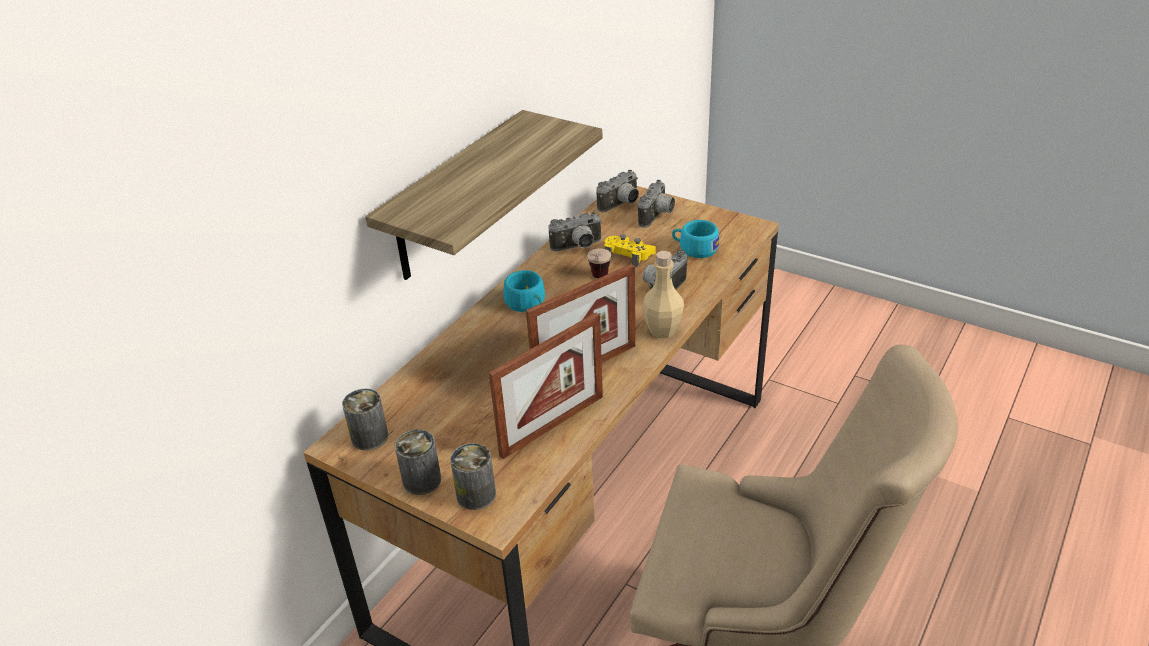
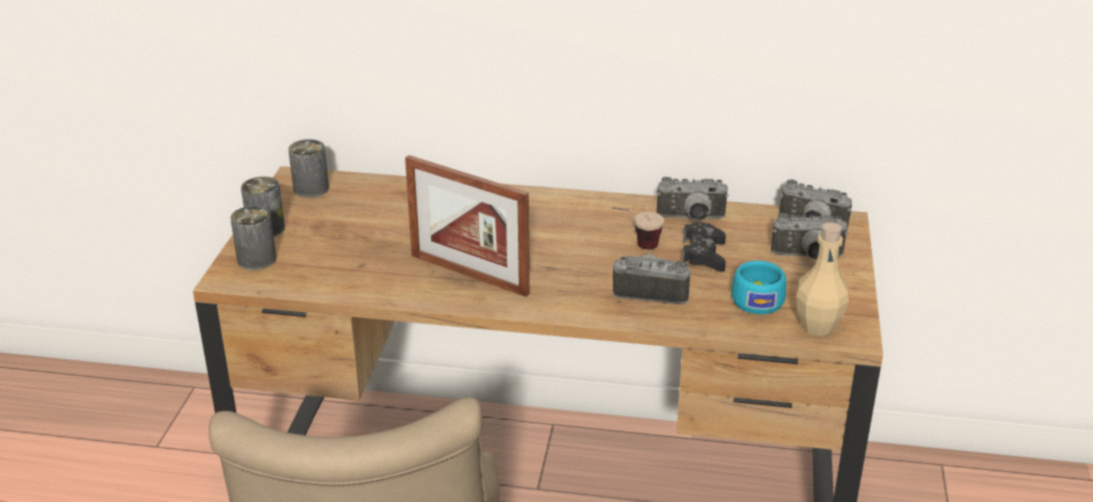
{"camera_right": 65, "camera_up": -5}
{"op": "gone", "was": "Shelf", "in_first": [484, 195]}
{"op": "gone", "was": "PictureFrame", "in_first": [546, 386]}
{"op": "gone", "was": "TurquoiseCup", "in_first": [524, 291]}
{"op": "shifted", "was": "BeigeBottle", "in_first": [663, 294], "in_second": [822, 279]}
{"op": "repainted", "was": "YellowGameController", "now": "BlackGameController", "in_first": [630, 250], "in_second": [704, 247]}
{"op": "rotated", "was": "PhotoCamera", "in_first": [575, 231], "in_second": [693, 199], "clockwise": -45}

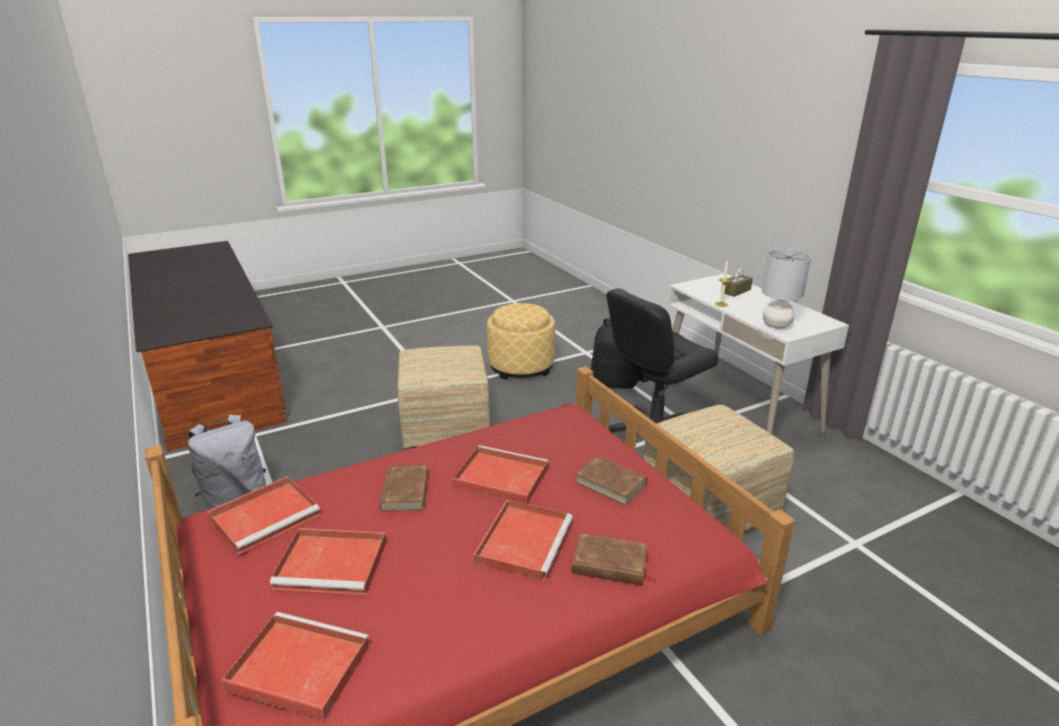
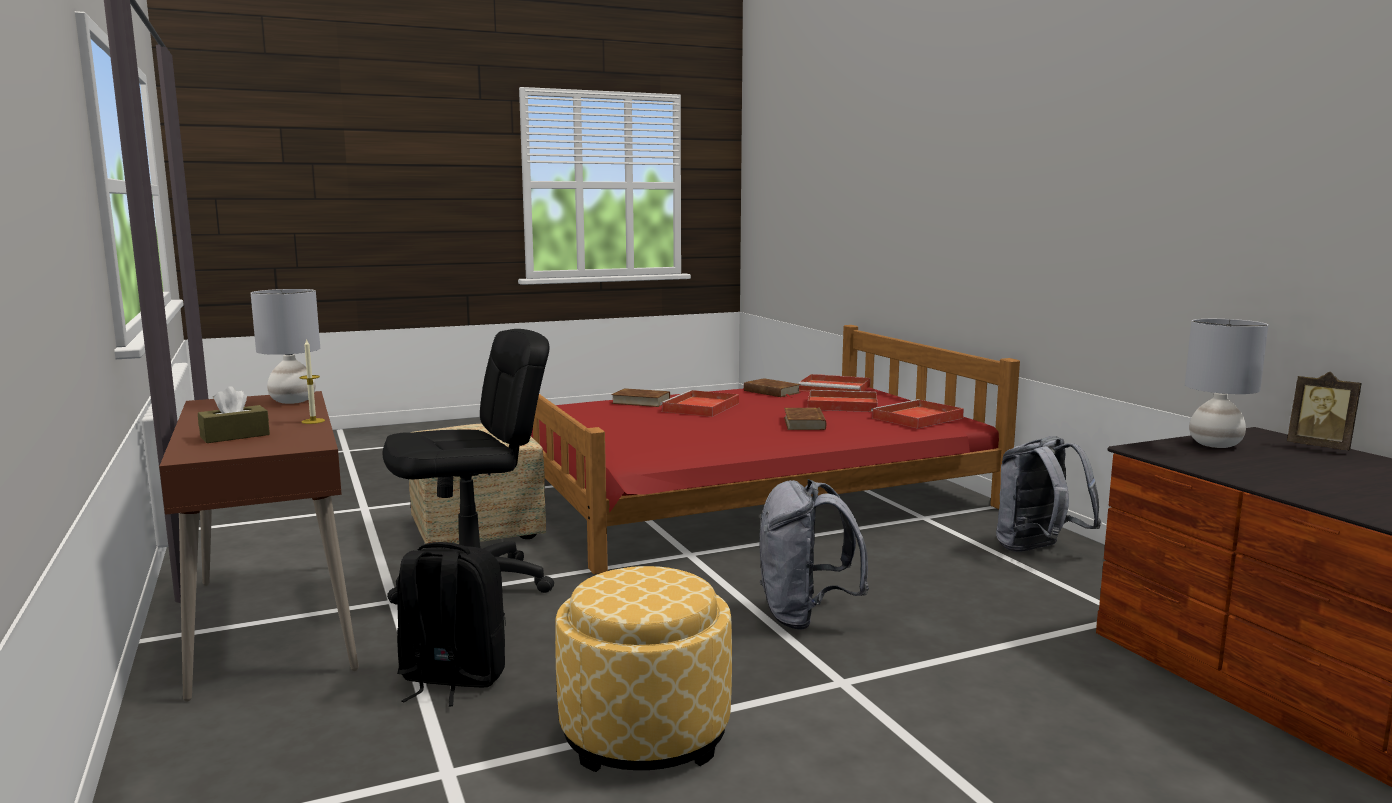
{"camera_right": -175, "camera_up": -15}
{"op": "gone", "was": "RedTray", "in_first": [501, 474]}
{"op": "new", "now": "GreyTableLamp", "in_second": [1226, 383]}
{"op": "new", "now": "PictureFrame", "in_second": [1324, 411]}
{"op": "shifted", "was": "BrownBook", "in_first": [611, 481], "in_second": [772, 388]}
{"op": "swapped", "was": "Ottoman", "now": "GreyBackpack", "in_first": [444, 396], "in_second": [814, 554]}
{"op": "repainted", "was": "WhiteDesk", "now": "BrownDesk", "in_first": [758, 354], "in_second": [259, 546]}

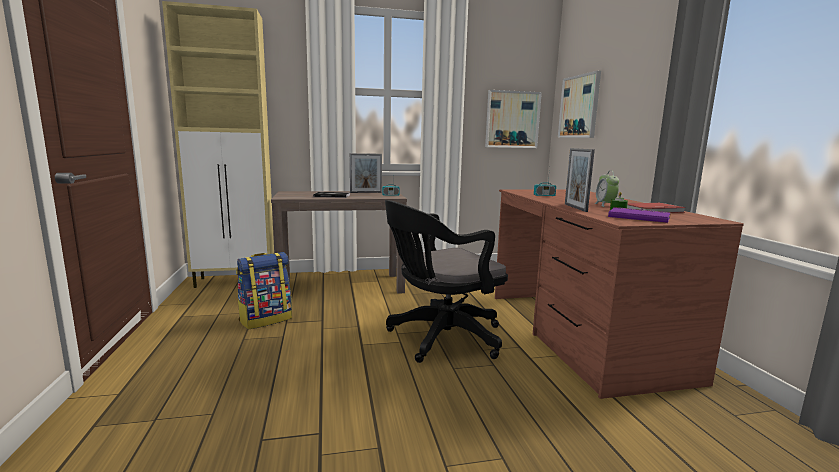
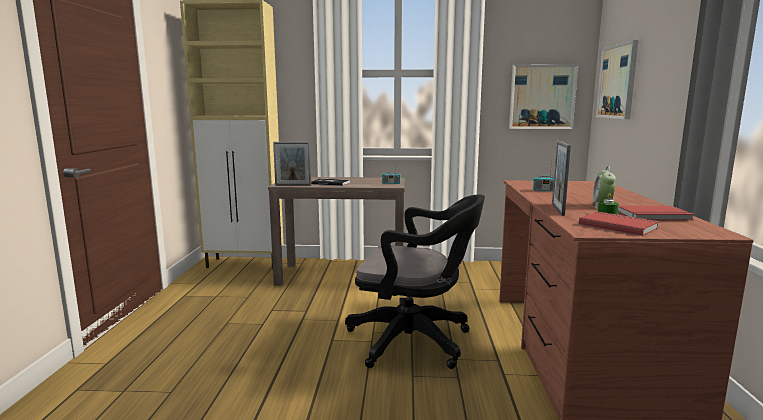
{"camera_right": 15, "camera_up": 0}
{"op": "gone", "was": "Backpack", "in_first": [264, 291]}
{"op": "shifted", "was": "PictureFrame", "in_first": [366, 173], "in_second": [292, 164]}
{"op": "repainted", "was": "PurpleBook", "now": "RedBook", "in_first": [639, 215], "in_second": [619, 223]}
{"op": "rotated", "was": "BlackOfficeChair", "in_first": [446, 281], "in_second": [415, 281], "clockwise": -150}

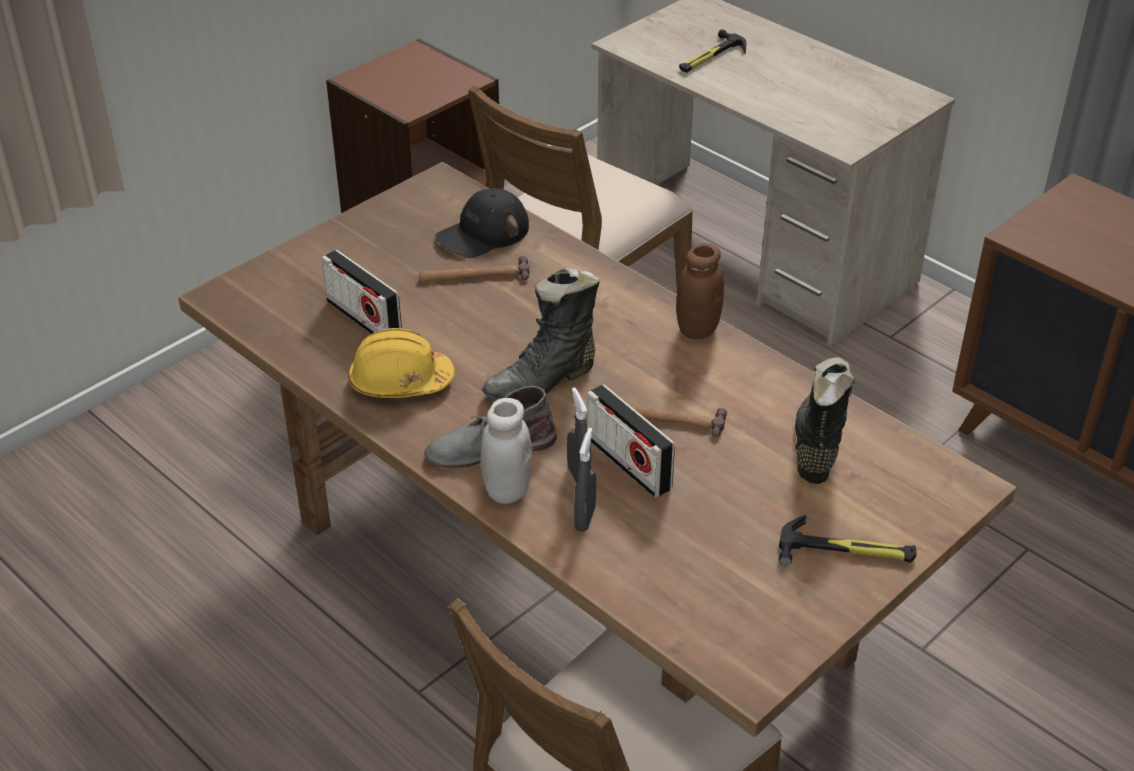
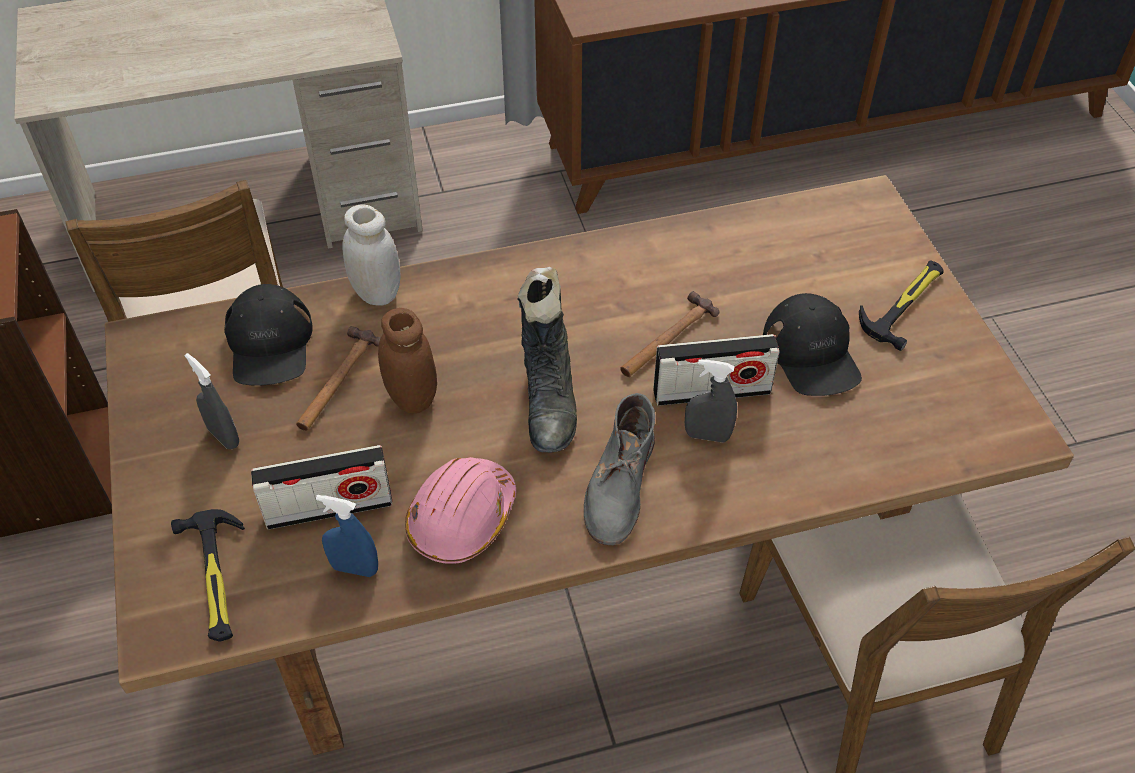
{"camera_right": -60, "camera_up": 10}
{"op": "gone", "was": "BlackBoot", "in_first": [825, 420]}
{"op": "new", "now": "BlueSprayBottle", "in_second": [347, 536]}
{"op": "new", "now": "BlackCap", "in_second": [812, 344]}
{"op": "shifted", "was": "WhiteJar", "in_first": [506, 451], "in_second": [371, 255]}
{"op": "shifted", "was": "GreySprayBottle", "in_first": [585, 480], "in_second": [212, 401]}
{"op": "shifted", "was": "BrownJar", "in_first": [700, 291], "in_second": [407, 361]}
{"op": "shifted", "was": "Hammer", "in_first": [712, 51], "in_second": [208, 575]}
{"op": "repainted", "was": "YellowHardHat", "now": "PinkHardHat", "in_first": [401, 363], "in_second": [460, 510]}

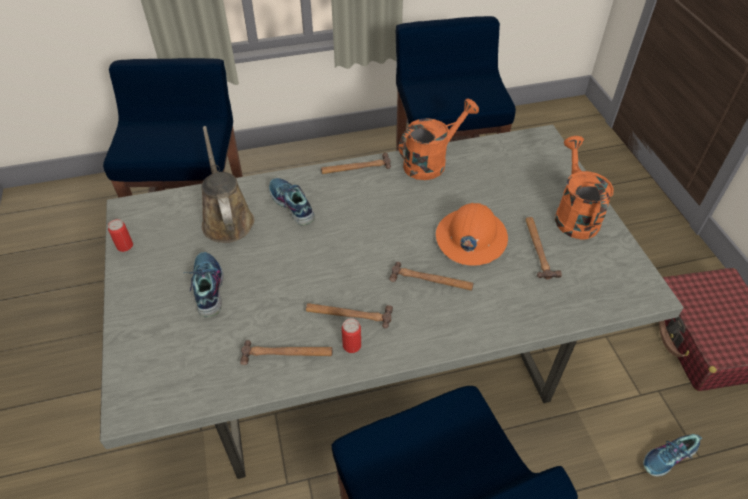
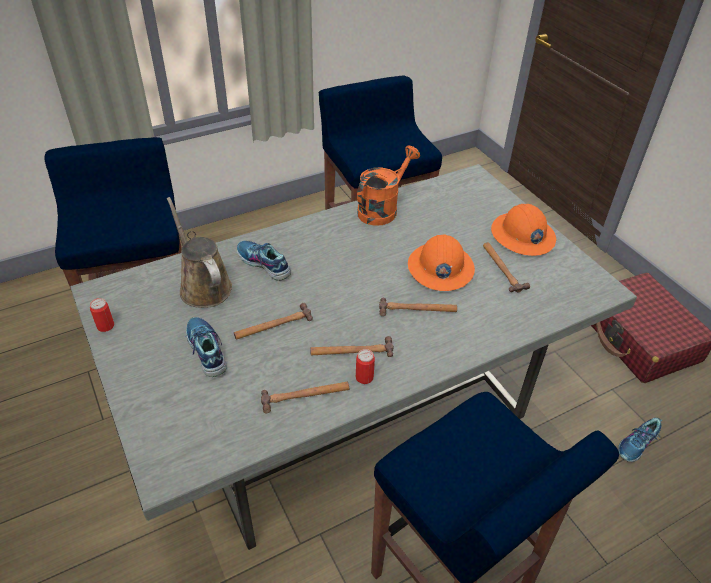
{"camera_right": -15, "camera_up": -5}
{"op": "shifted", "was": "Hammer", "in_first": [356, 163], "in_second": [273, 321]}
{"op": "swapped", "was": "OrangeWateringCan", "now": "OrangeHardHat", "in_first": [584, 187], "in_second": [523, 230]}

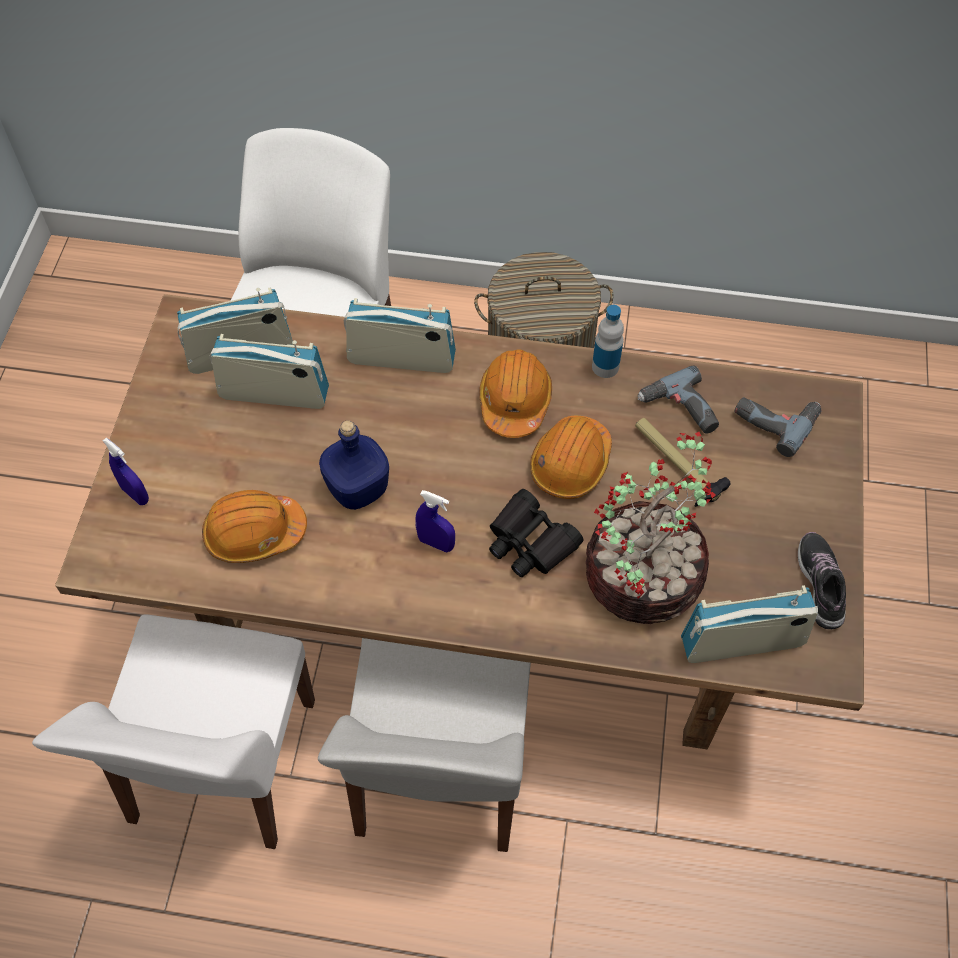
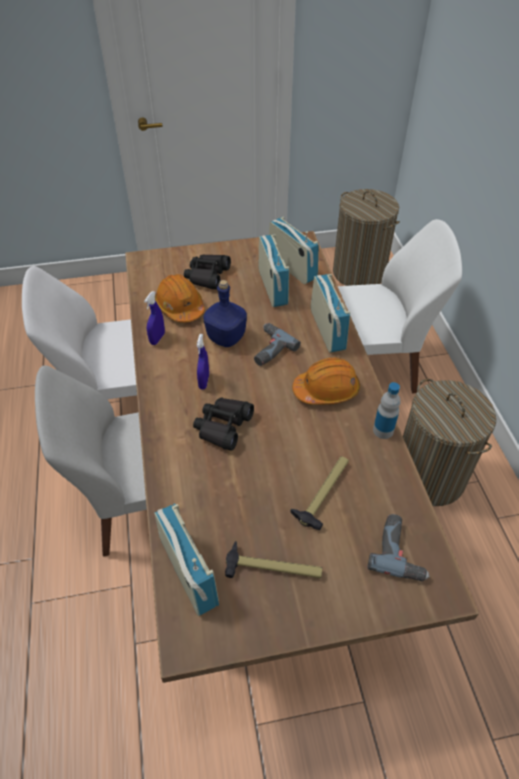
{"camera_right": 70, "camera_up": -10}
{"op": "gone", "was": "OrangeHardHat", "in_first": [571, 457]}
{"op": "gone", "was": "PottedPlant", "in_first": [651, 528]}
{"op": "gone", "was": "Shoe", "in_first": [822, 580]}
{"op": "new", "now": "BlackBinoculars", "in_second": [207, 271]}
{"op": "new", "now": "Hammer", "in_second": [273, 559]}
{"op": "new", "now": "LaundryBasket", "in_second": [366, 237]}
{"op": "shifted", "was": "BlueSprayBottle", "in_first": [126, 471], "in_second": [154, 318]}
{"op": "shifted", "was": "PowerDrill", "in_first": [678, 399], "in_second": [277, 344]}

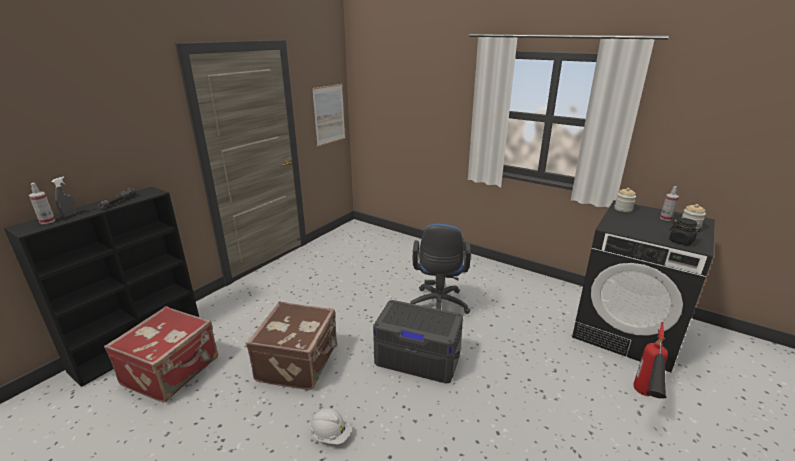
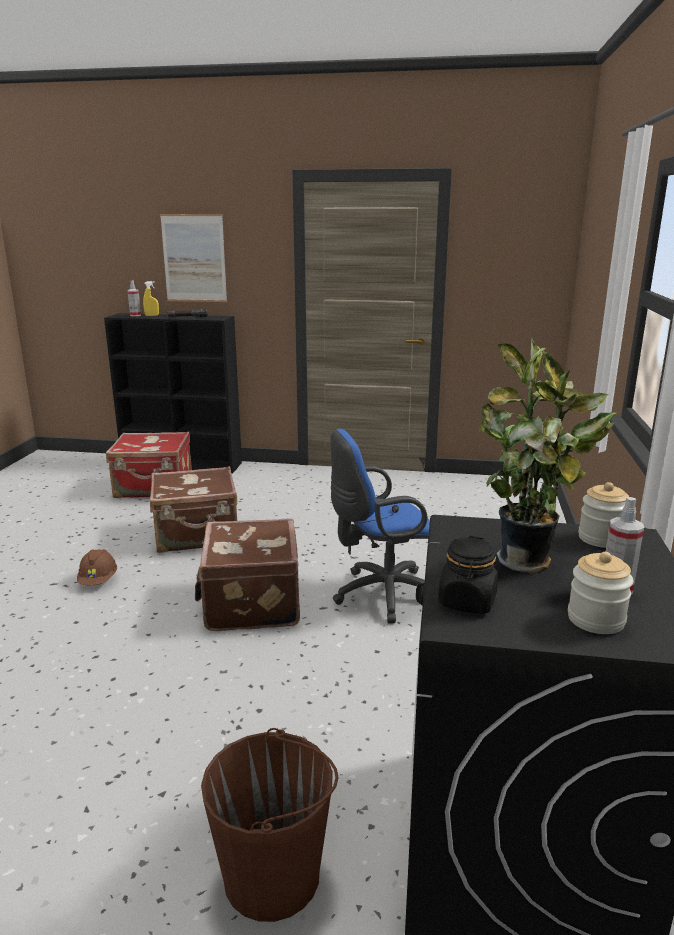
{"camera_right": 65, "camera_up": -5}
{"op": "new", "now": "PottedPlant", "in_second": [547, 456]}
{"op": "shifted", "was": "Picture", "in_first": [328, 115], "in_second": [193, 258]}
{"op": "swapped", "was": "GreyStorageBox", "now": "BrownSuitcase", "in_first": [418, 341], "in_second": [247, 574]}
{"op": "swapped", "was": "FireExtinguisher", "now": "BrownBucket", "in_first": [651, 360], "in_second": [270, 825]}
{"op": "repainted", "was": "GreySprayBottle", "now": "YellowSprayBottle", "in_first": [64, 197], "in_second": [151, 298]}
{"op": "repainted", "was": "WhiteHardHat", "now": "BrownHardHat", "in_first": [330, 427], "in_second": [97, 567]}

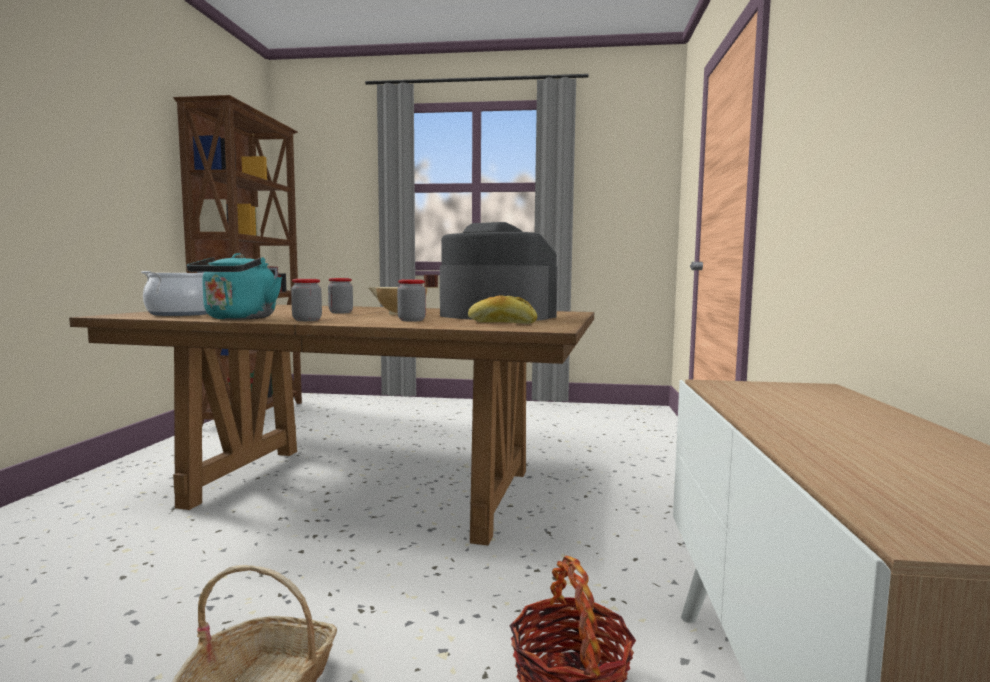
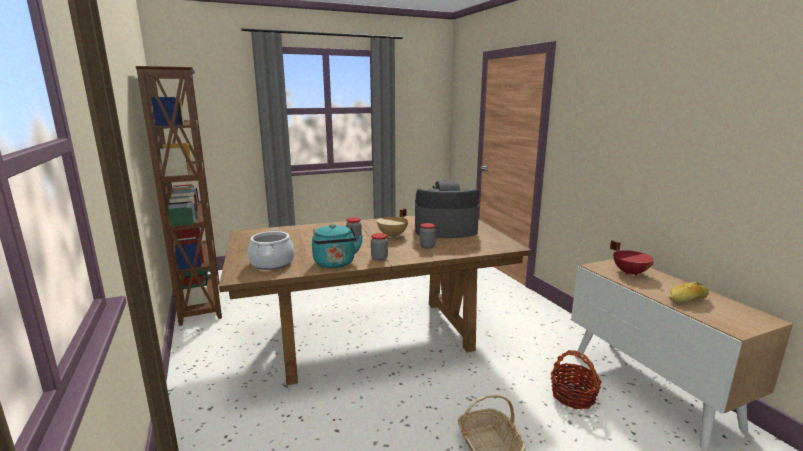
{"camera_right": -30, "camera_up": 10}
{"op": "new", "now": "RedCookingPot", "in_second": [632, 258]}
{"op": "shifted", "was": "Bread", "in_first": [502, 309], "in_second": [689, 292]}

